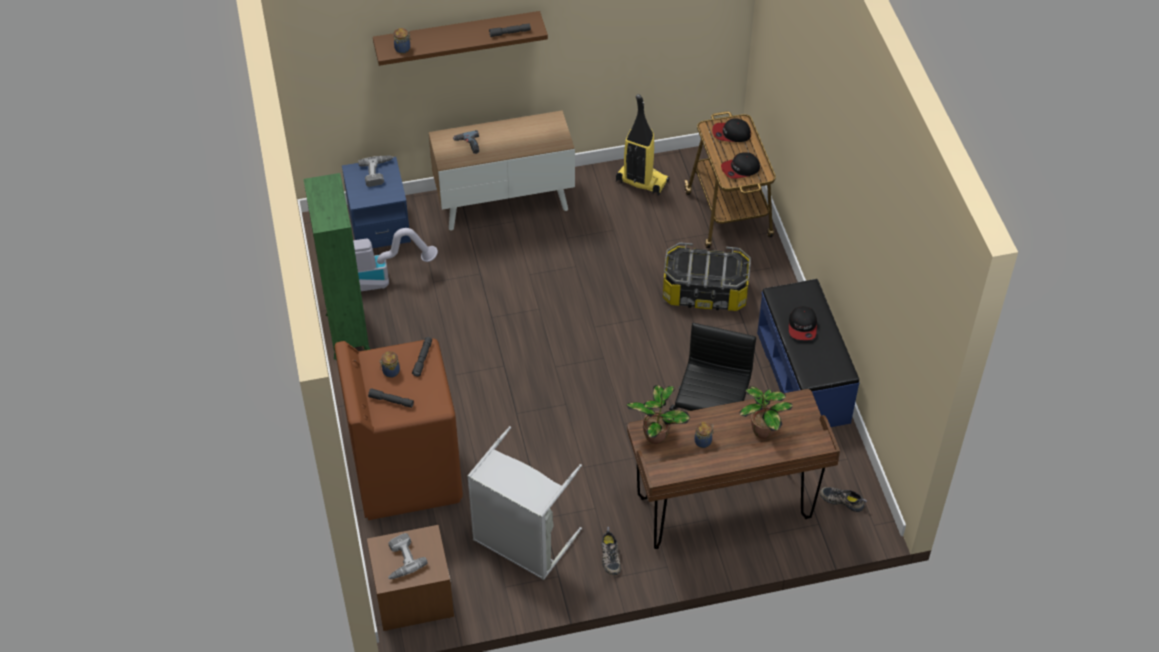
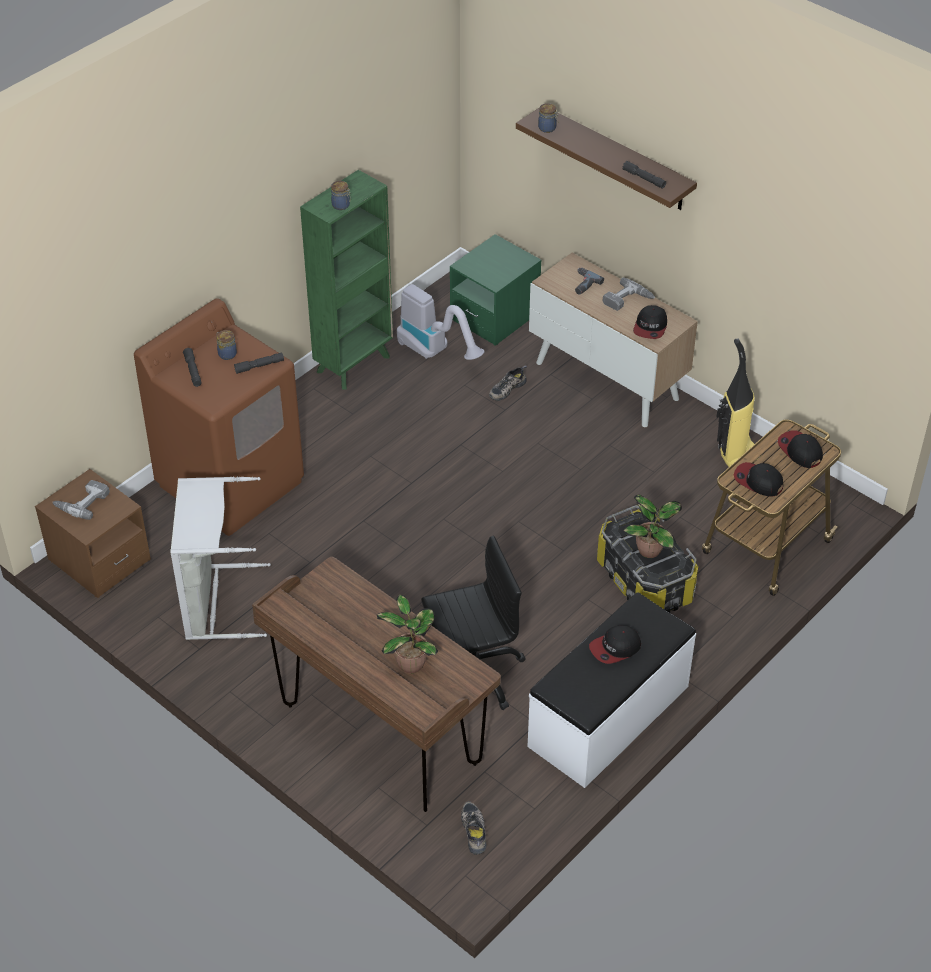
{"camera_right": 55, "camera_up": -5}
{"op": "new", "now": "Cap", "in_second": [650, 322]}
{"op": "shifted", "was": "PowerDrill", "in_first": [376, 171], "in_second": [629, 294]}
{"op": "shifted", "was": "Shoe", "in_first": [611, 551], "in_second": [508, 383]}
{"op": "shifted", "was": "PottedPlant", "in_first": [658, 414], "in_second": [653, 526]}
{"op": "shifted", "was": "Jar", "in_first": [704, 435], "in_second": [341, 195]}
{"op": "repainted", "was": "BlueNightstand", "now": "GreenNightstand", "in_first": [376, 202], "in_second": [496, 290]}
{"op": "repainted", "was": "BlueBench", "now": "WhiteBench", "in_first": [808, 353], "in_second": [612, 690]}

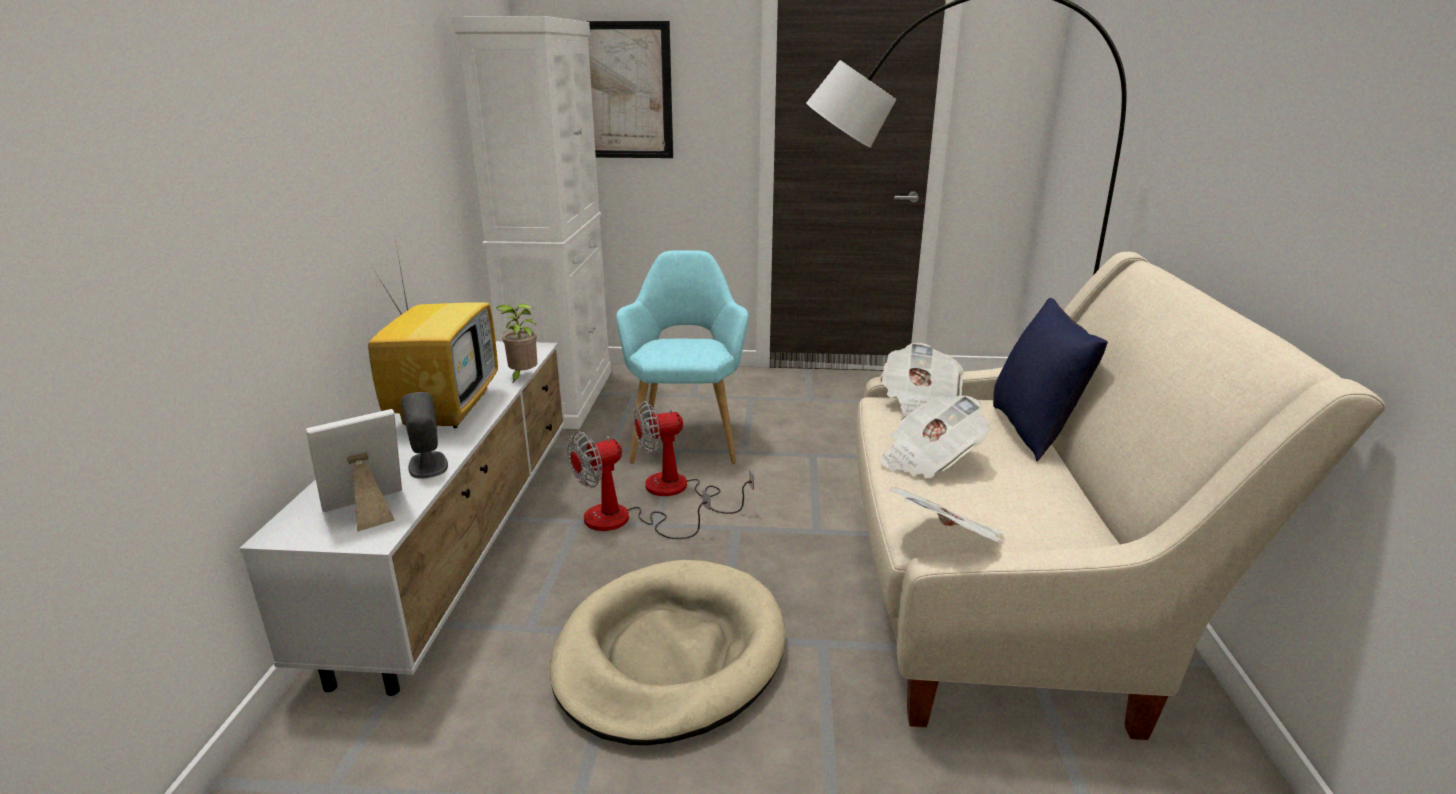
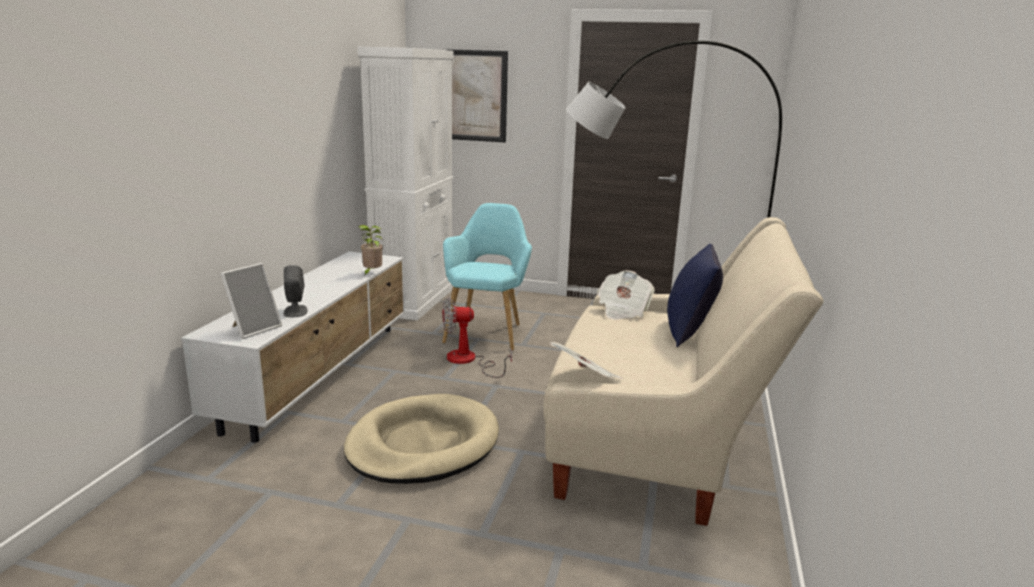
{"camera_right": 10, "camera_up": -5}
{"op": "gone", "was": "Television", "in_first": [433, 336]}
{"op": "gone", "was": "Fan", "in_first": [638, 485]}
{"op": "gone", "was": "Newspaper", "in_first": [934, 437]}
{"op": "rotated", "was": "PictureFrame", "in_first": [354, 470], "in_second": [251, 301], "clockwise": 150}

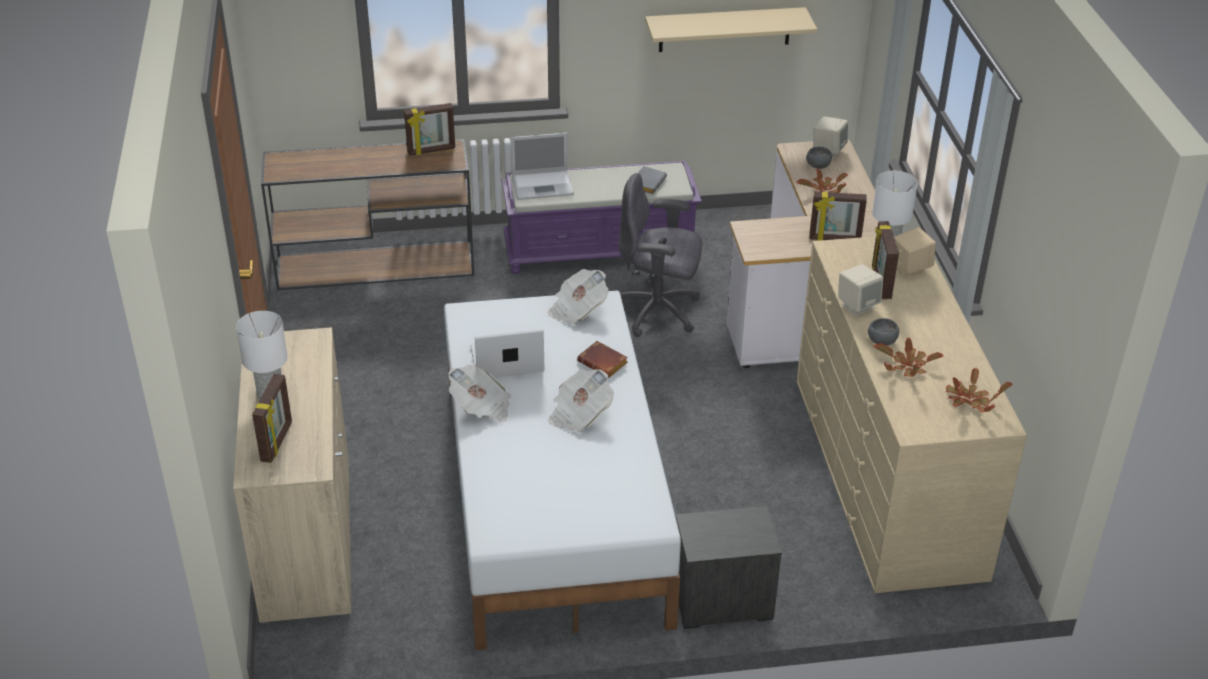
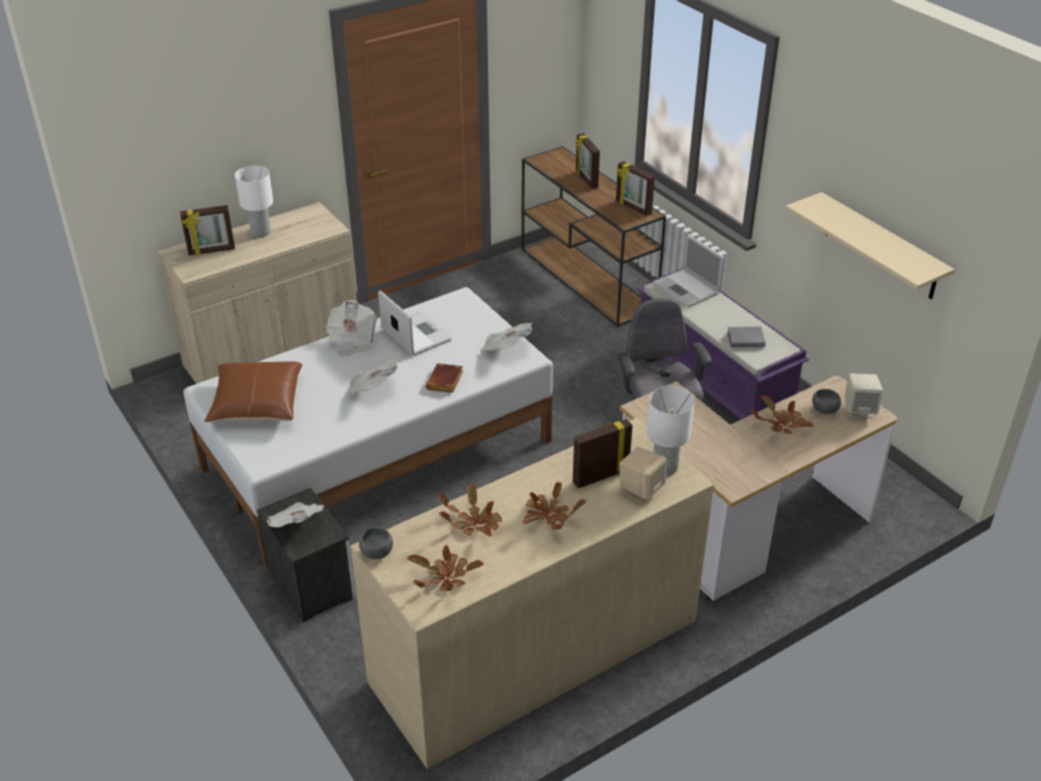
{"camera_right": 65, "camera_up": 0}
{"op": "gone", "was": "BeigeSpeaker", "in_first": [860, 290]}
{"op": "new", "now": "BrownPillow", "in_second": [253, 392]}
{"op": "new", "now": "Newspaper", "in_second": [295, 514]}
{"op": "new", "now": "PottedPlant", "in_second": [554, 506]}
{"op": "shifted", "was": "PictureFrame", "in_first": [838, 216], "in_second": [587, 161]}
{"op": "shifted", "was": "GreyBowl", "in_first": [883, 332], "in_second": [376, 543]}

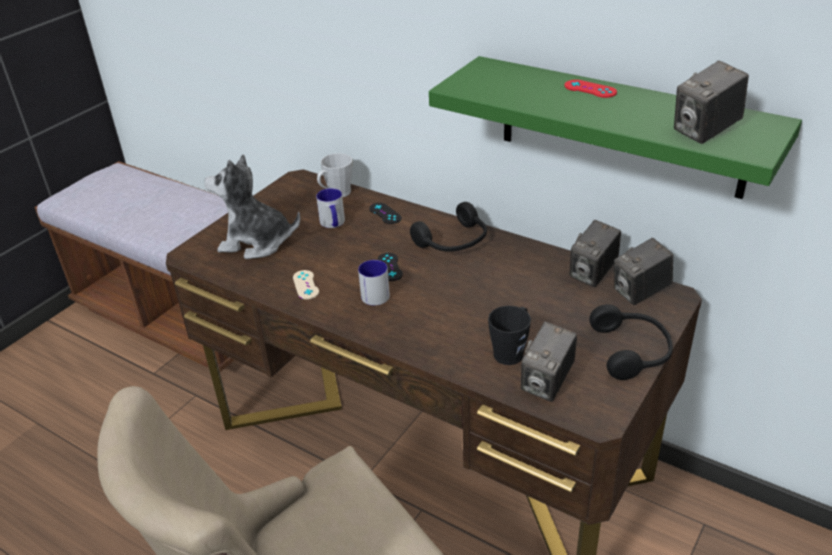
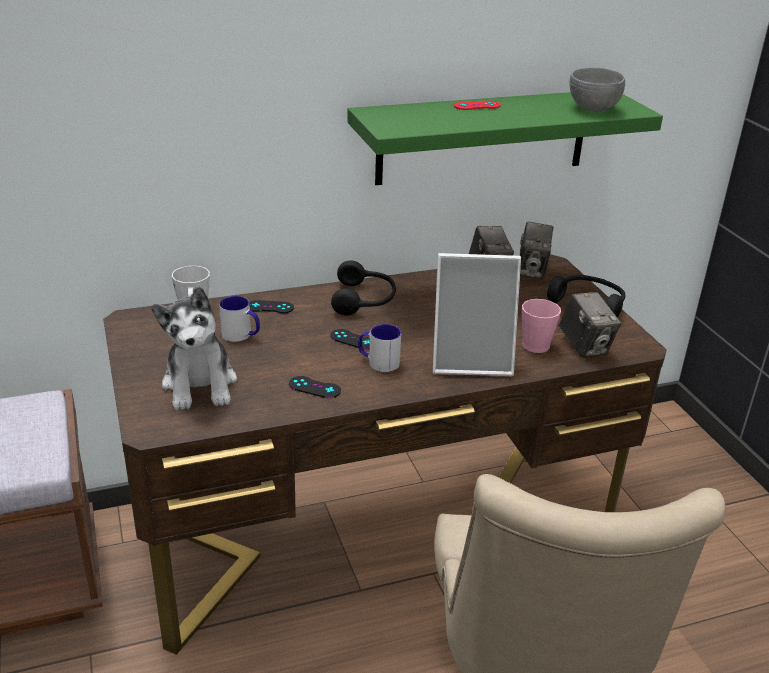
{"camera_right": -55, "camera_up": -5}
{"op": "new", "now": "PictureFrame", "in_second": [477, 314]}
{"op": "swapped", "was": "PhotoCamera", "now": "GreyBowl", "in_first": [711, 102], "in_second": [597, 90]}
{"op": "repainted", "was": "BeigeGameController", "now": "BlackGameController", "in_first": [306, 285], "in_second": [315, 387]}
{"op": "repainted", "was": "BlackMug", "now": "PinkMug", "in_first": [509, 335], "in_second": [541, 326]}
{"op": "rotated", "was": "PlushToy", "in_first": [252, 206], "in_second": [194, 348], "clockwise": -60}

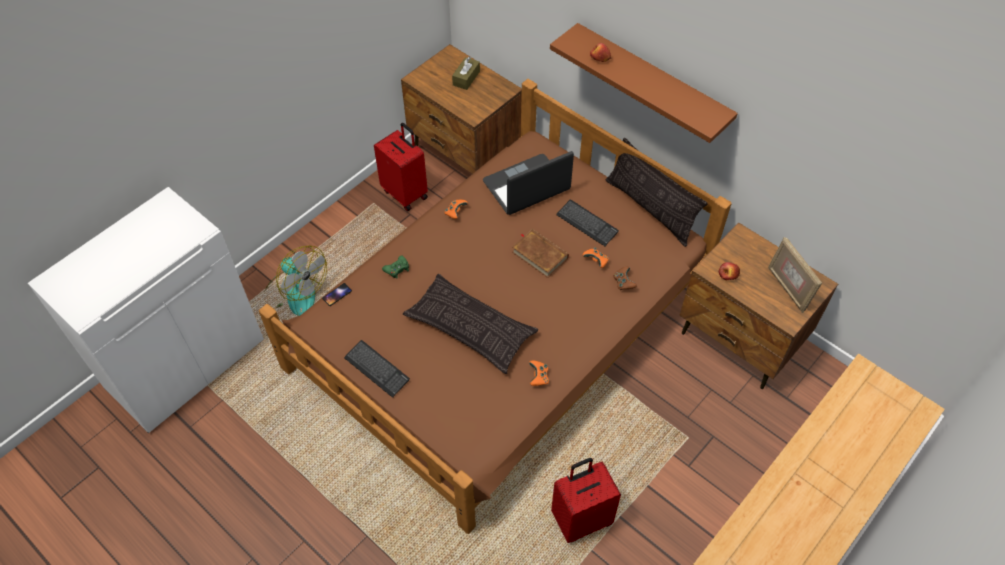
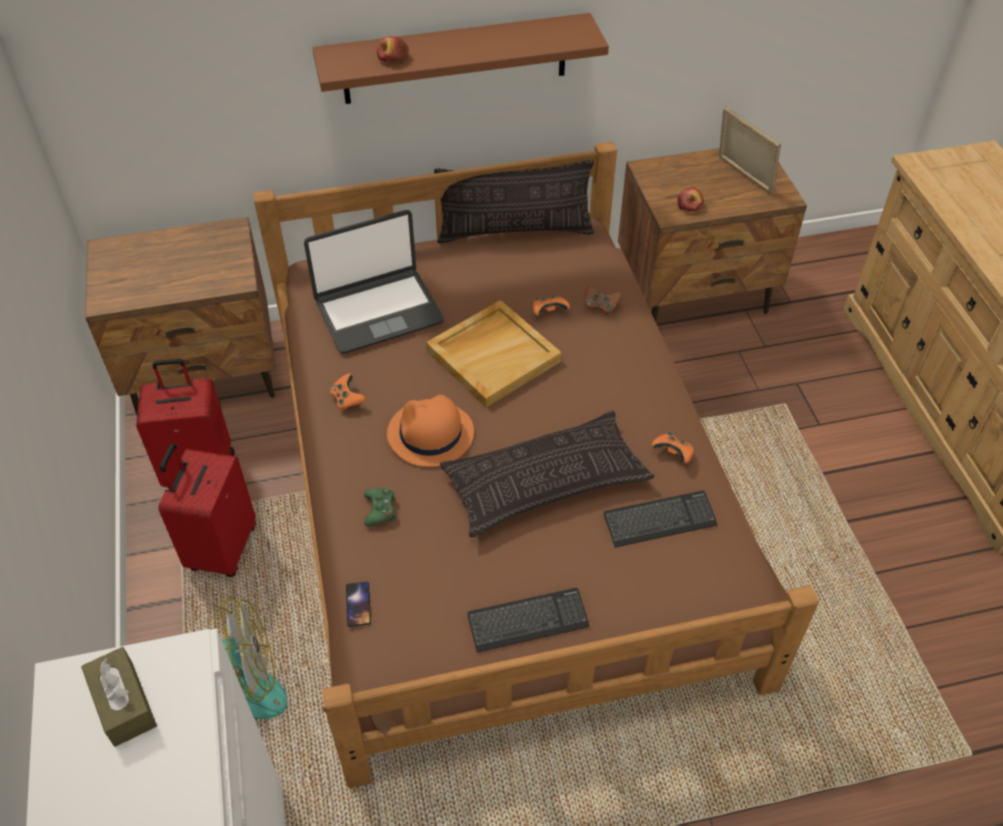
{"camera_right": -55, "camera_up": -5}
{"op": "new", "now": "OrangeHat", "in_second": [430, 431]}
{"op": "shifted", "was": "BrownTissueBox", "in_first": [466, 73], "in_second": [119, 697]}
{"op": "shifted", "was": "RedSuitcase", "in_first": [586, 500], "in_second": [207, 510]}
{"op": "shifted", "was": "Keyboard", "in_first": [587, 223], "in_second": [661, 519]}
{"op": "swapped", "was": "BrownBook", "now": "BeigeTray", "in_first": [540, 253], "in_second": [494, 353]}
{"op": "rotated", "was": "Laptop", "in_first": [528, 183], "in_second": [374, 282], "clockwise": -120}
{"op": "rotated", "was": "PictureFrame", "in_first": [795, 275], "in_second": [750, 150], "clockwise": -135}

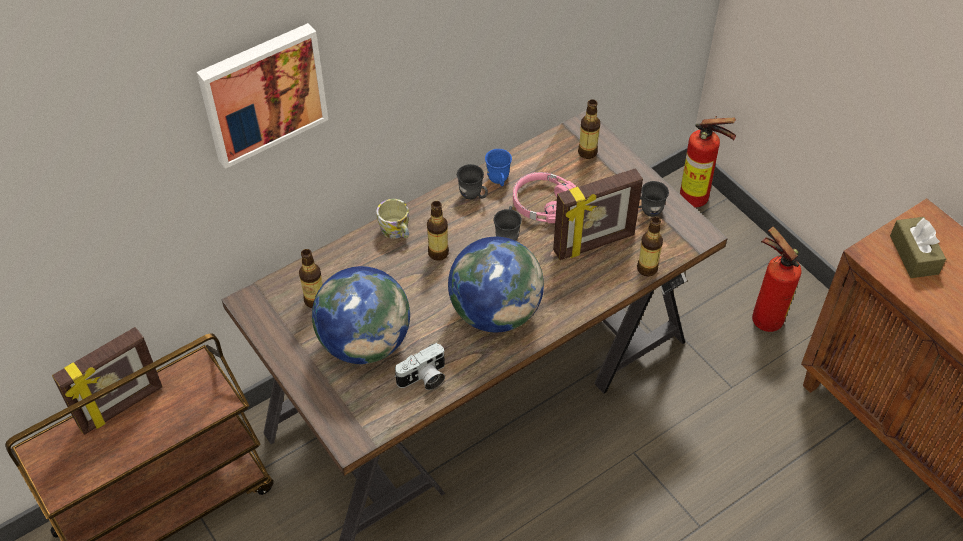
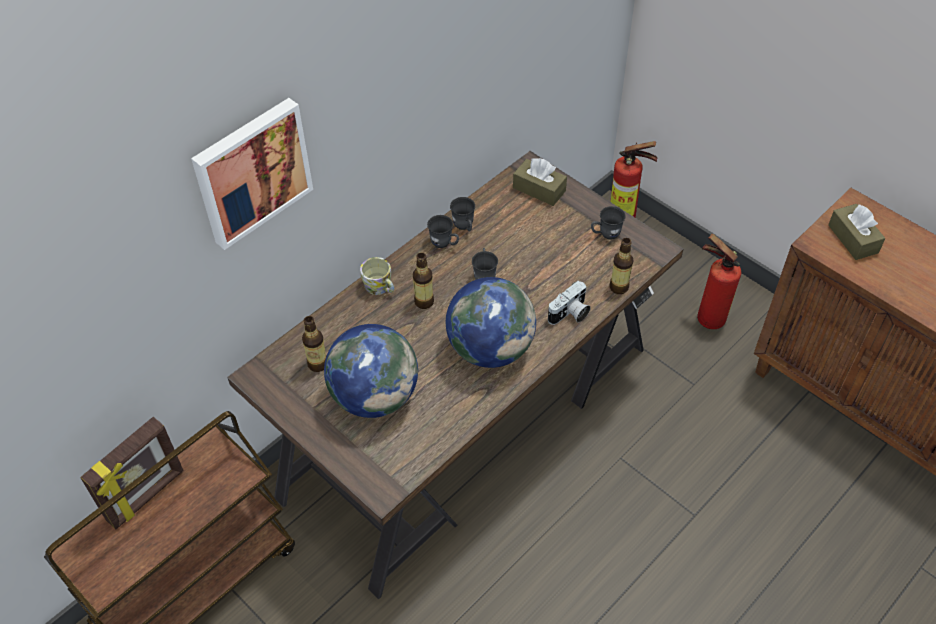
{"camera_right": -10, "camera_up": 0}
{"op": "gone", "was": "PinkHeadphones", "in_first": [544, 197]}
{"op": "gone", "was": "PictureFrame", "in_first": [598, 214]}
{"op": "shifted", "was": "PhotoCamera", "in_first": [419, 366], "in_second": [569, 303]}
{"op": "swapped", "was": "Bottle", "now": "BrownTissueBox", "in_first": [589, 129], "in_second": [540, 182]}
{"op": "repainted", "was": "BlueMug", "now": "GreyMug", "in_first": [498, 167], "in_second": [462, 214]}

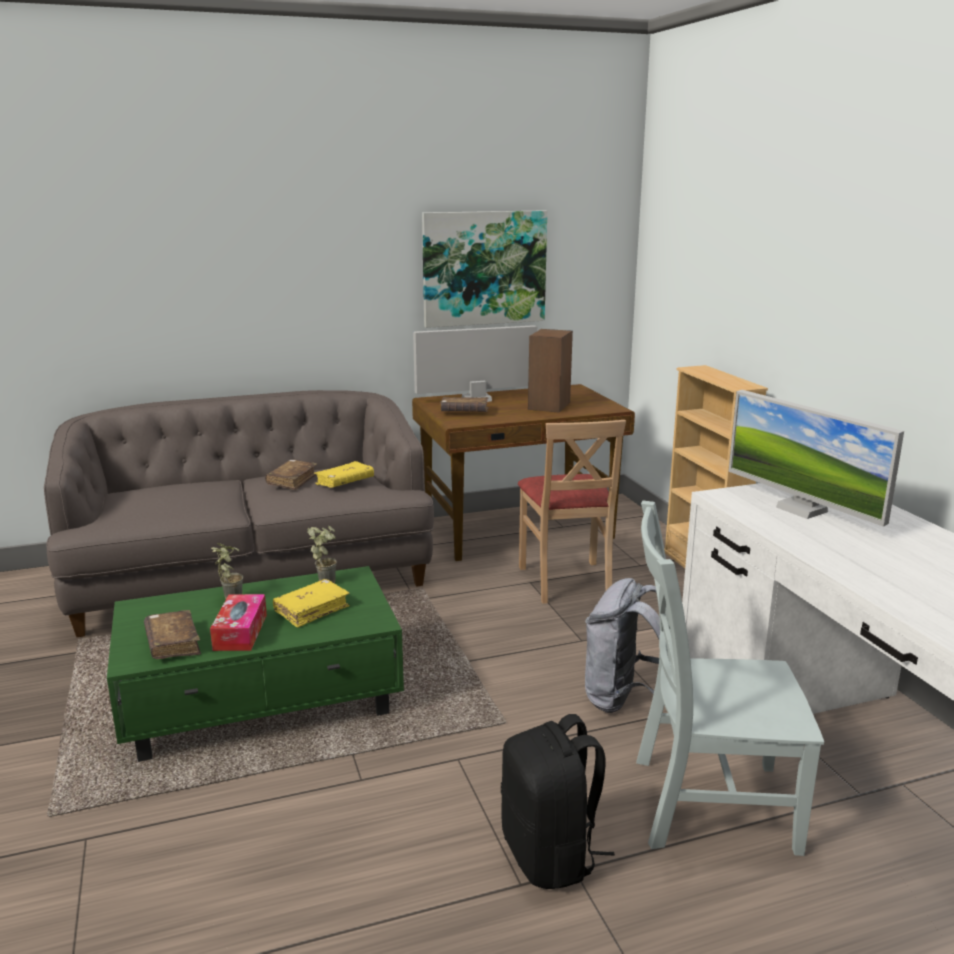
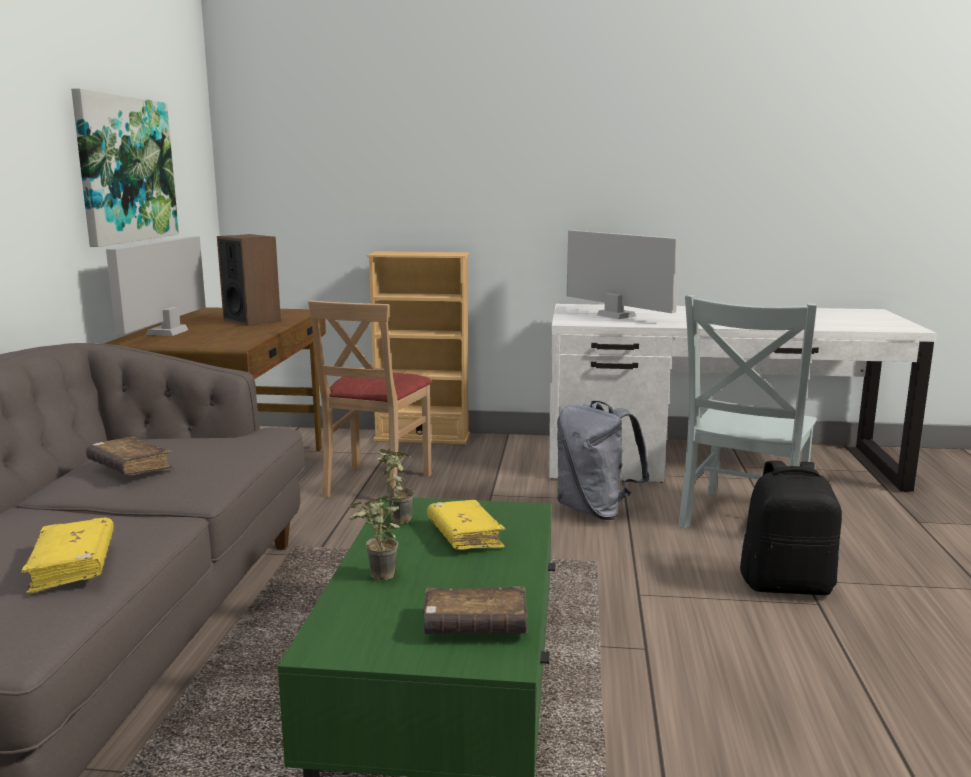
{"camera_right": -65, "camera_up": -5}
{"op": "gone", "was": "TissueBox", "in_first": [238, 622]}
{"op": "gone", "was": "BrownBook", "in_first": [464, 404]}
{"op": "shifted", "was": "YellowBook", "in_first": [344, 474], "in_second": [68, 556]}
{"op": "rotated", "was": "BeigeChair", "in_first": [572, 512], "in_second": [370, 399], "clockwise": 90}
{"op": "rotated", "was": "Monitor", "in_first": [816, 458], "in_second": [623, 274], "clockwise": -120}

